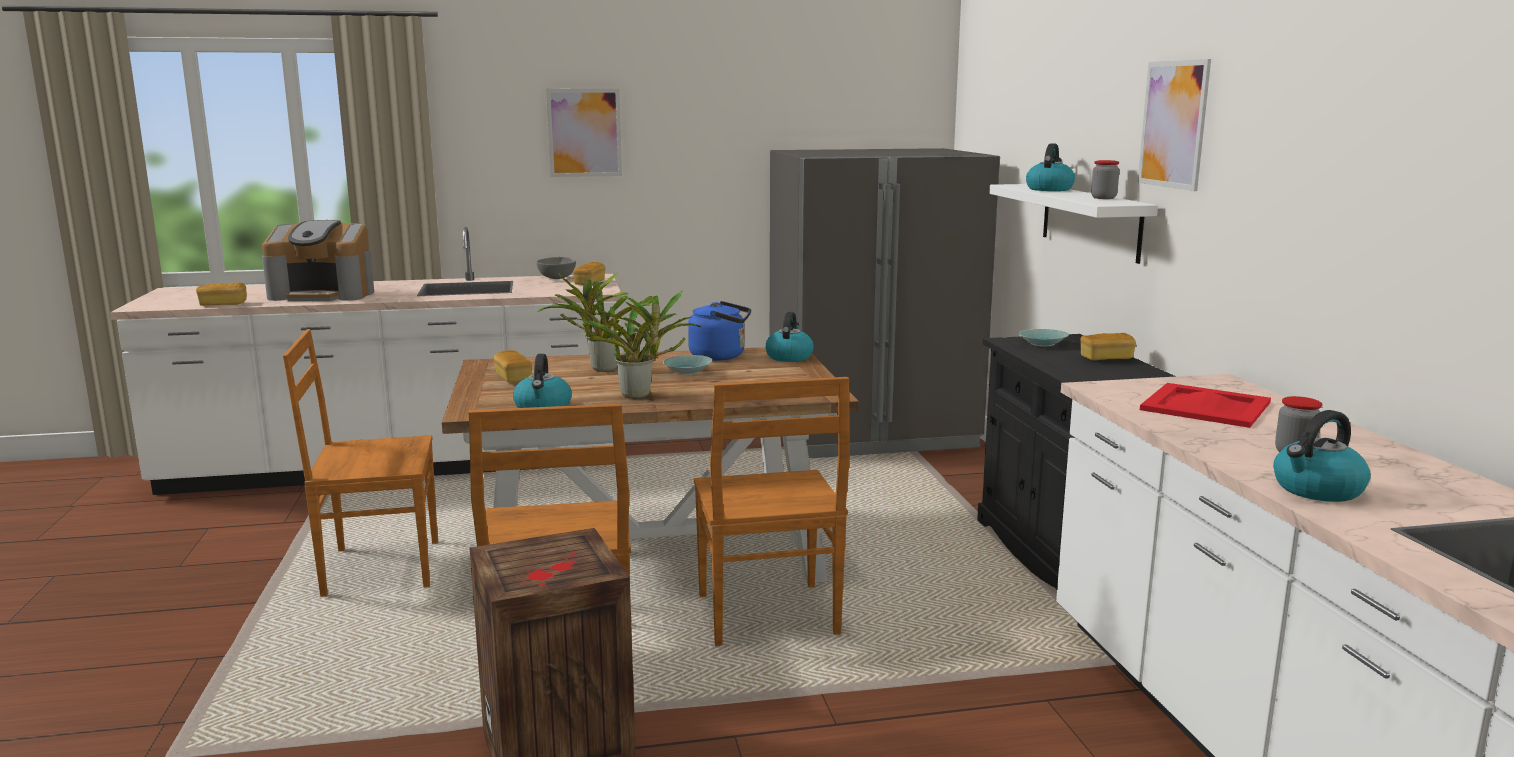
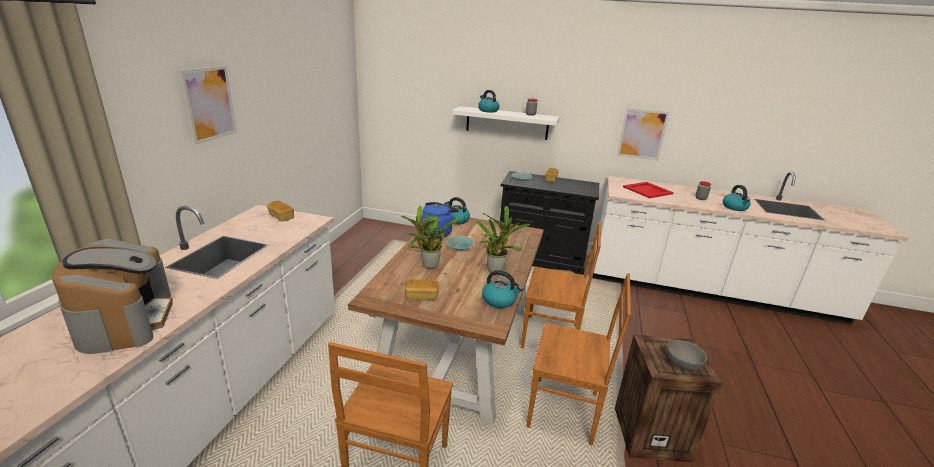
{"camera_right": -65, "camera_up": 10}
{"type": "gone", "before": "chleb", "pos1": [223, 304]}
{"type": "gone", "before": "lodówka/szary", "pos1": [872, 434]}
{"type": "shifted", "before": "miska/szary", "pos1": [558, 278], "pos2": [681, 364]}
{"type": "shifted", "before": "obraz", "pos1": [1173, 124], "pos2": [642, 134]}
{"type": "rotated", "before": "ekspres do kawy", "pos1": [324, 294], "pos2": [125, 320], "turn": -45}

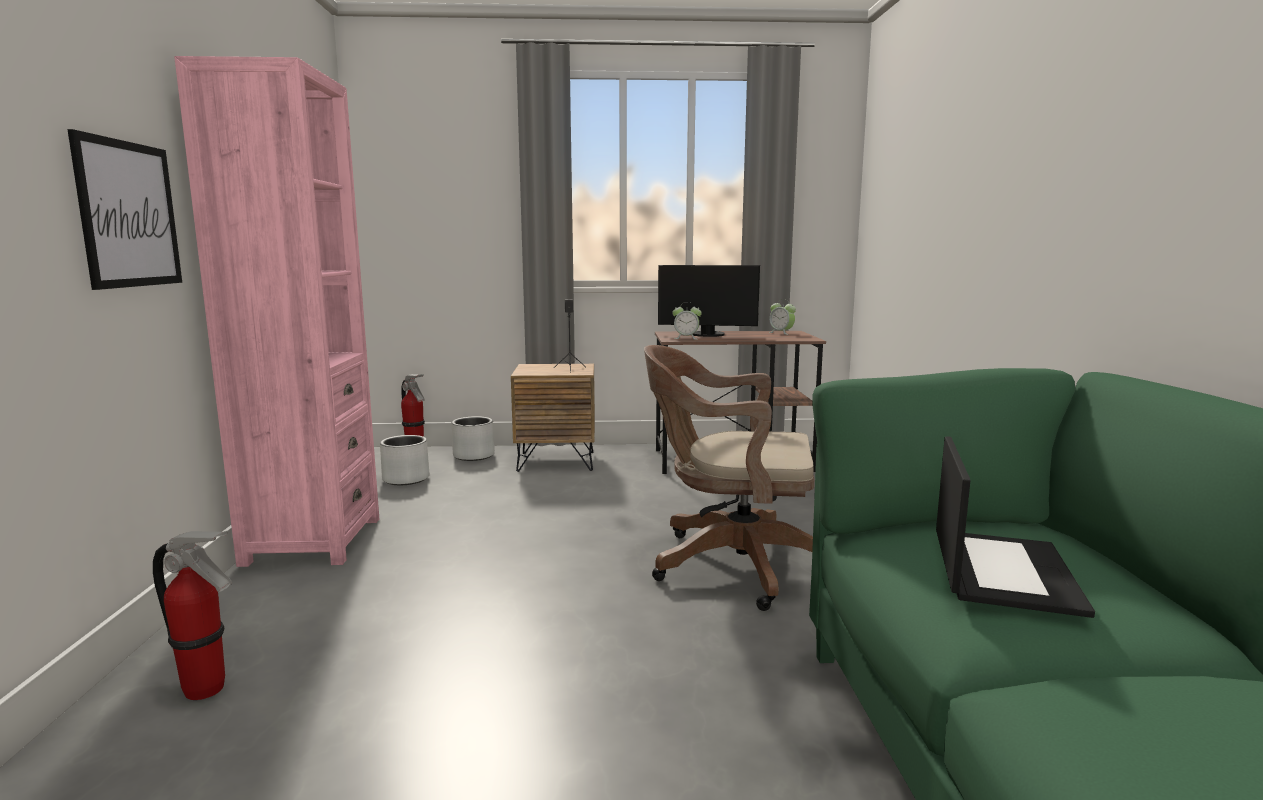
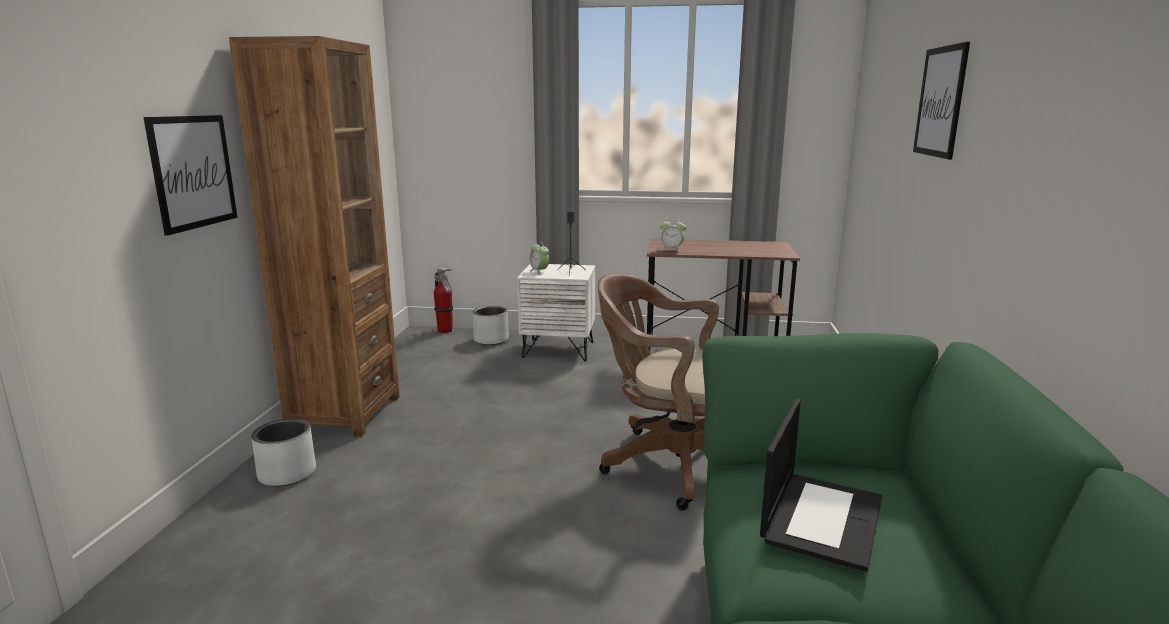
{"camera_right": 10, "camera_up": 5}
{"type": "gone", "before": "gaśnica", "pos1": [206, 690]}
{"type": "gone", "before": "monitor", "pos1": [707, 335]}
{"type": "new", "after": "obraz", "pos2": [940, 101]}
{"type": "shifted", "before": "donica/szary", "pos1": [405, 479], "pos2": [287, 474]}
{"type": "shifted", "before": "budzik", "pos1": [781, 333], "pos2": [539, 271]}
{"type": "repainted", "before": "regał/różowy", "after": "regał/brązowy", "pos1": [313, 541], "pos2": [344, 413]}
{"type": "repainted", "before": "szafka nocna/brązowy", "after": "szafka nocna/biały", "pos1": [556, 461], "pos2": [558, 350]}

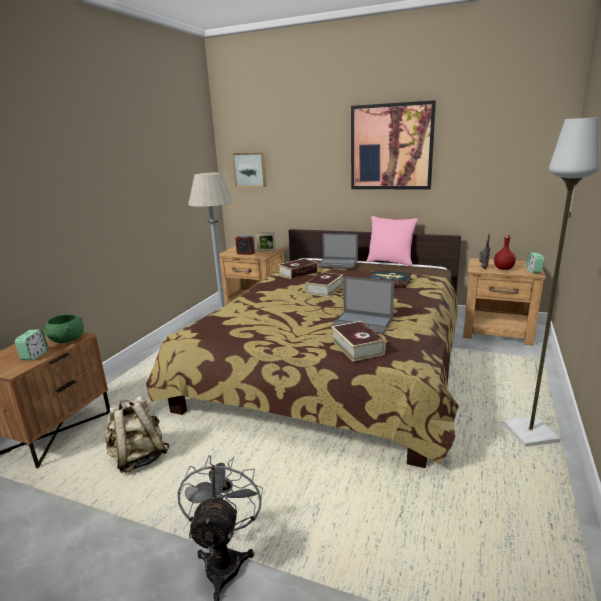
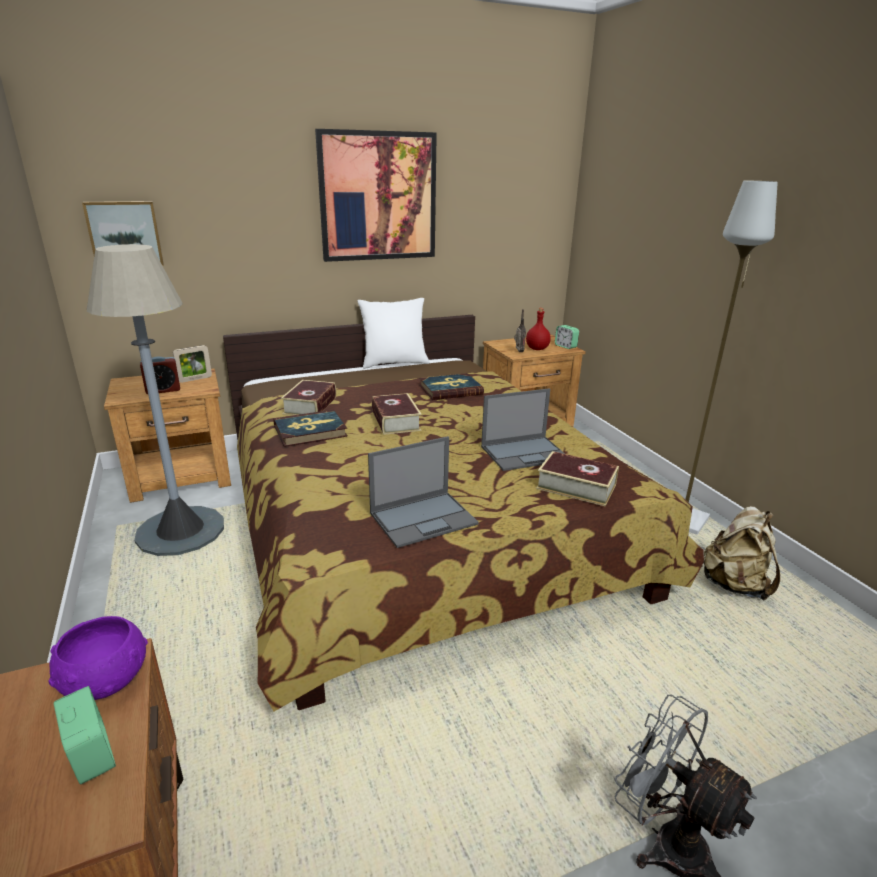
{"camera_right": -45, "camera_up": 5}
{"type": "new", "after": "książka", "pos2": [310, 431]}
{"type": "shifted", "before": "plecak/beżowy", "pos1": [138, 458], "pos2": [734, 584]}
{"type": "shifted", "before": "laptop", "pos1": [338, 263], "pos2": [424, 518]}
{"type": "repainted", "before": "miska/zielony", "after": "miska/fioletowy", "pos1": [67, 339], "pos2": [104, 681]}
{"type": "repainted", "before": "poduszka/różowy", "after": "poduszka/biały", "pos1": [390, 262], "pos2": [394, 363]}

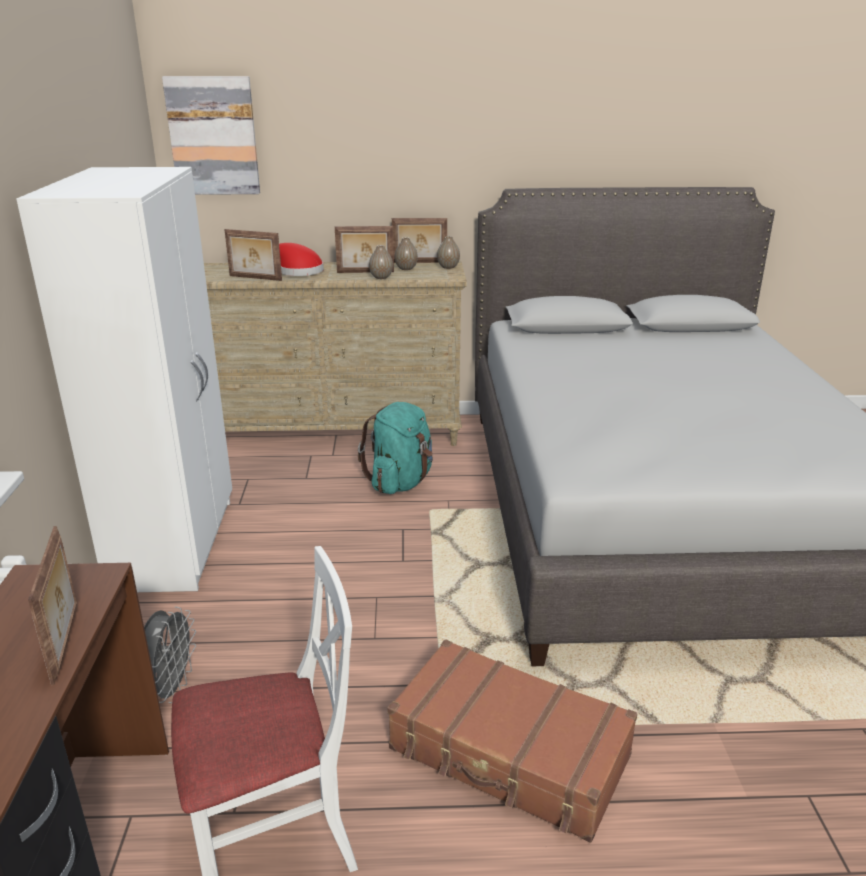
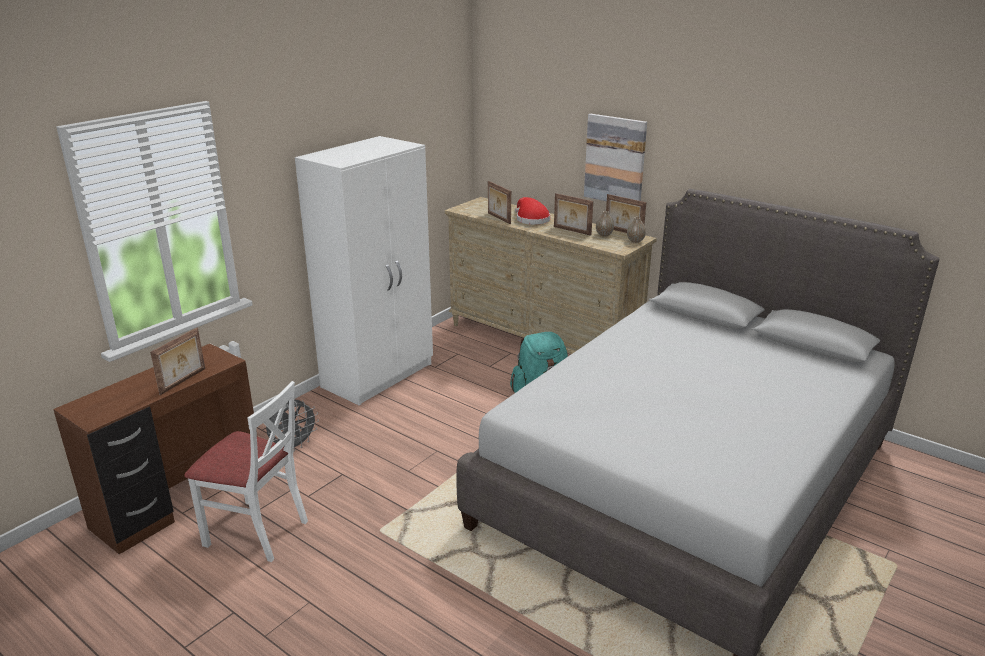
{"camera_right": 40, "camera_up": 0}
{"type": "gone", "before": "wazon", "pos1": [381, 277]}
{"type": "gone", "before": "walizka/brązowy", "pos1": [509, 754]}
{"type": "shifted", "before": "obraz", "pos1": [213, 136], "pos2": [615, 160]}

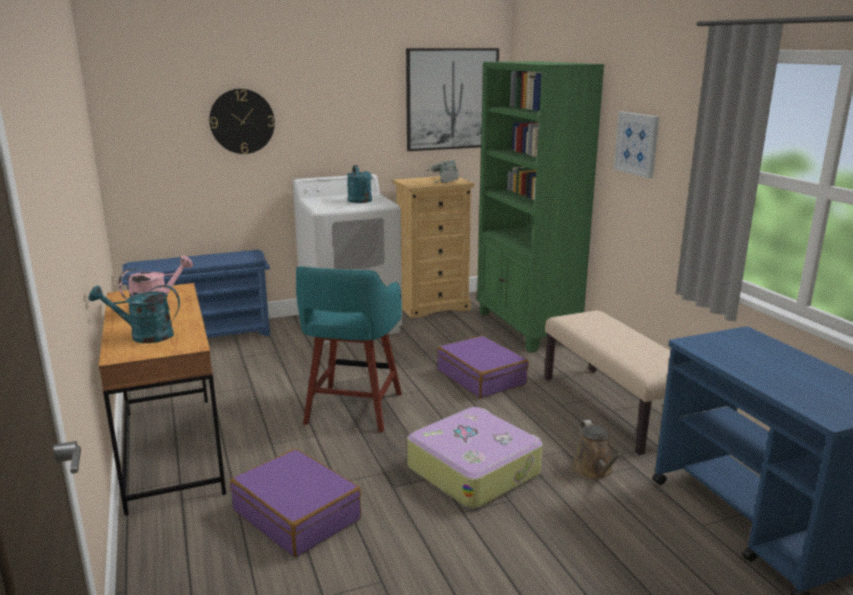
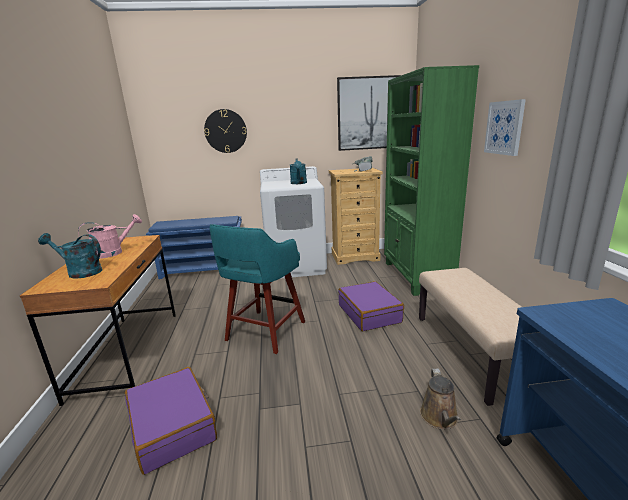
{"camera_right": 15, "camera_up": 0}
{"type": "gone", "before": "walizka", "pos1": [474, 470]}

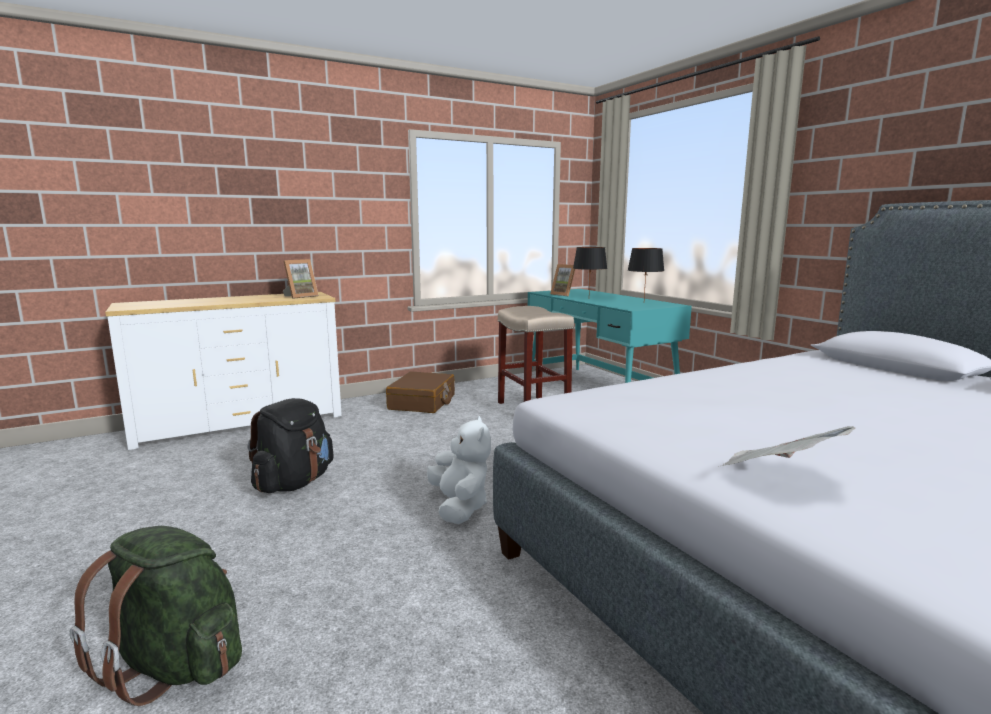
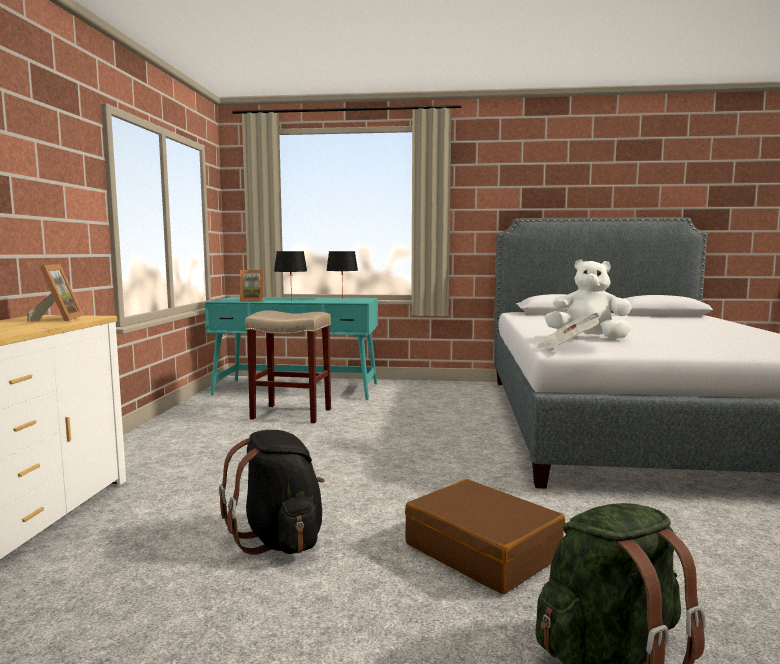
{"camera_right": -55, "camera_up": -5}
{"type": "shifted", "before": "walizka/brązowy", "pos1": [422, 402], "pos2": [483, 551]}
{"type": "shifted", "before": "pluszak/biały", "pos1": [459, 507], "pos2": [588, 337]}
{"type": "shifted", "before": "gazeta", "pos1": [777, 476], "pos2": [566, 348]}

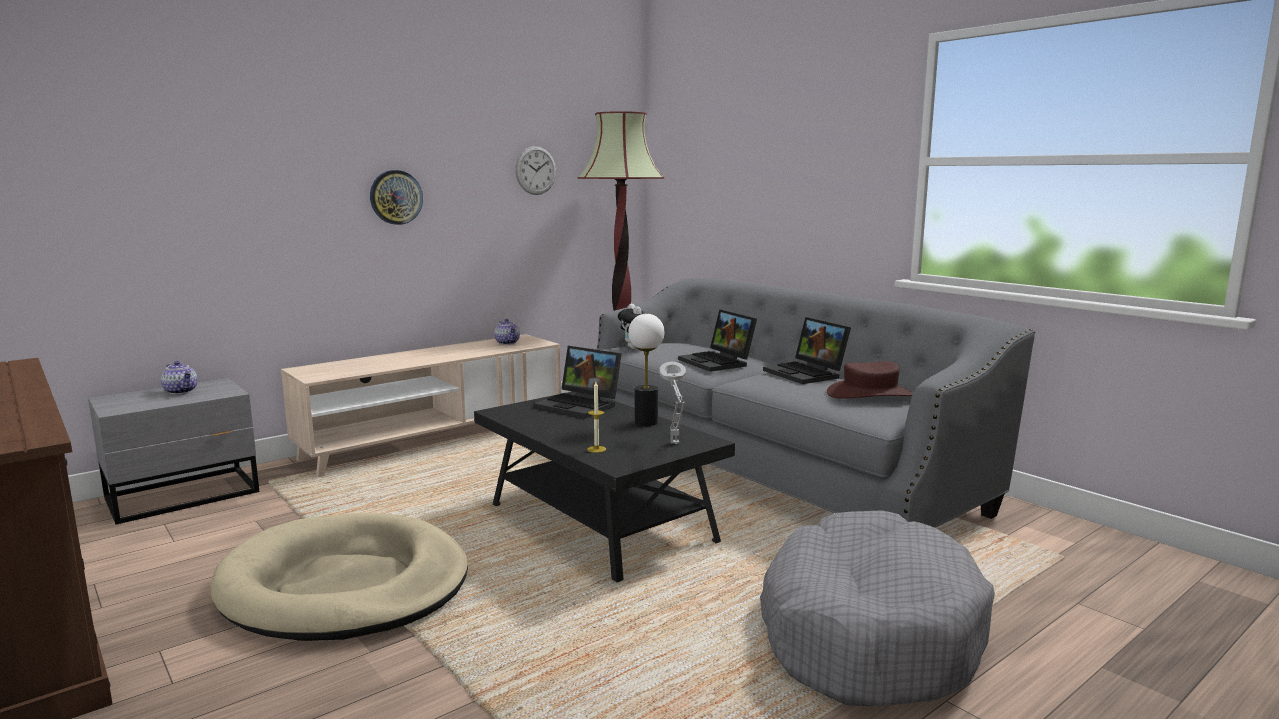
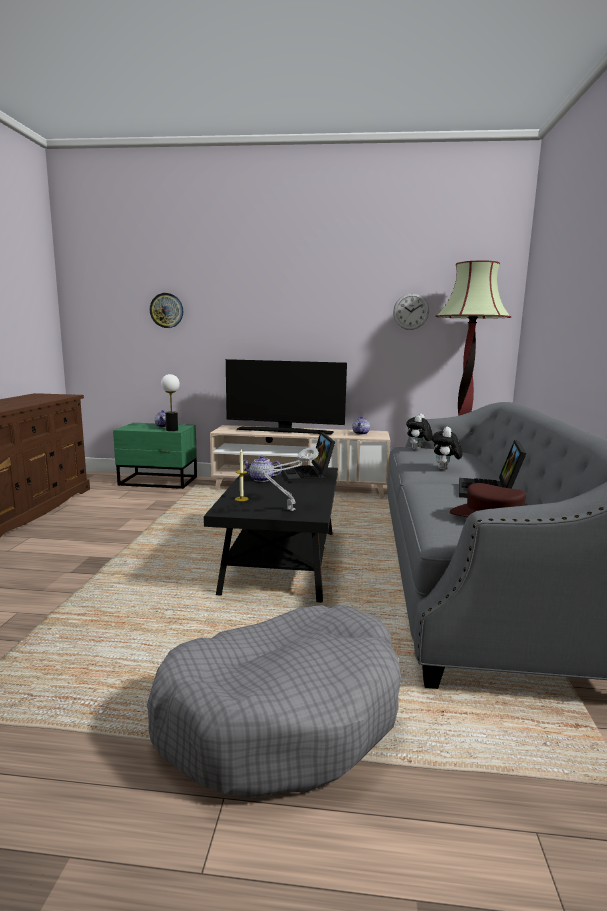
{"camera_right": 45, "camera_up": 0}
{"type": "gone", "before": "legowisko/beżowy", "pos1": [345, 585]}
{"type": "new", "after": "telewizor", "pos2": [285, 431]}
{"type": "new", "after": "imbryk", "pos2": [261, 479]}
{"type": "shifted", "before": "zegar ścienny", "pos1": [396, 197], "pos2": [166, 310]}
{"type": "shifted", "before": "lampa stołowa", "pos1": [646, 422], "pos2": [172, 430]}
{"type": "swapped", "before": "laptop", "after": "pluszak", "pos1": [718, 362], "pos2": [444, 469]}
{"type": "repainted", "before": "szafka nocna/szary", "after": "szafka nocna/zielony", "pos1": [185, 495], "pos2": [159, 481]}

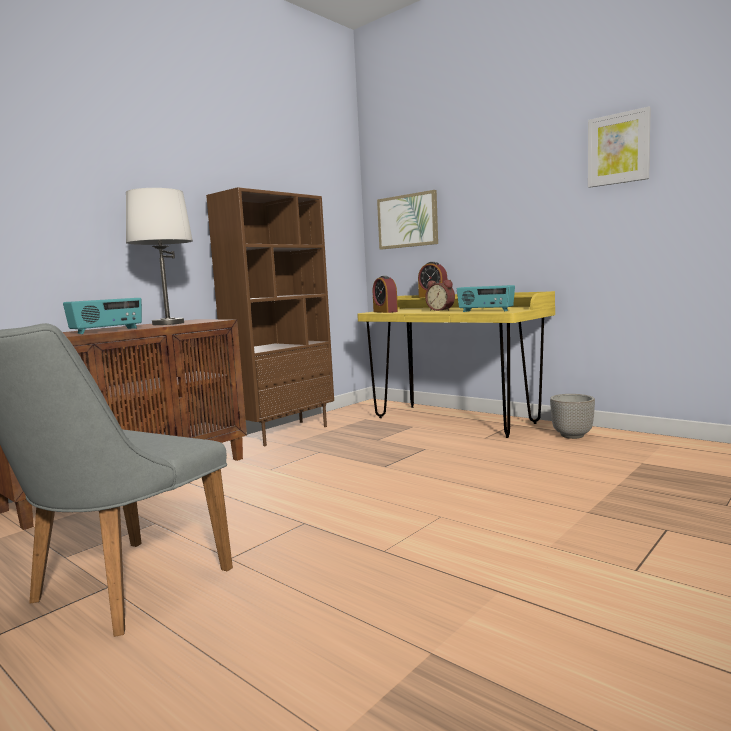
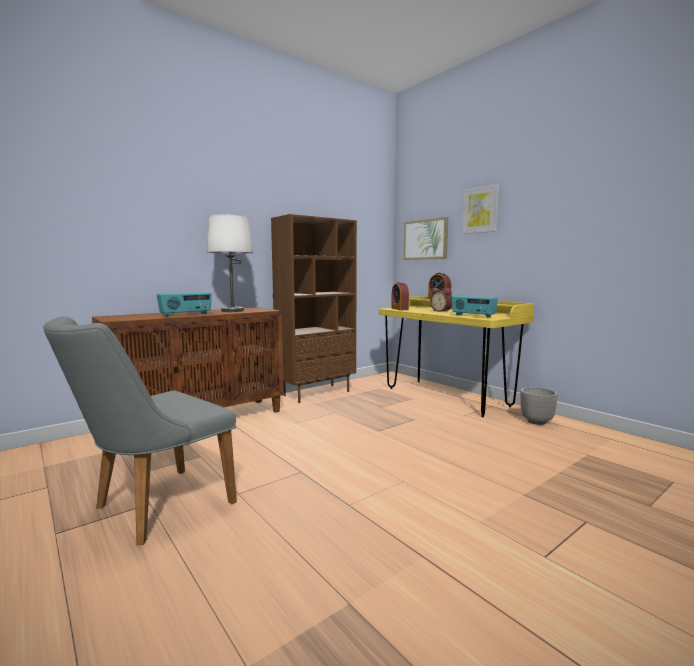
{"camera_right": 10, "camera_up": 0}
{"type": "shifted", "before": "obraz", "pos1": [618, 149], "pos2": [480, 210]}

